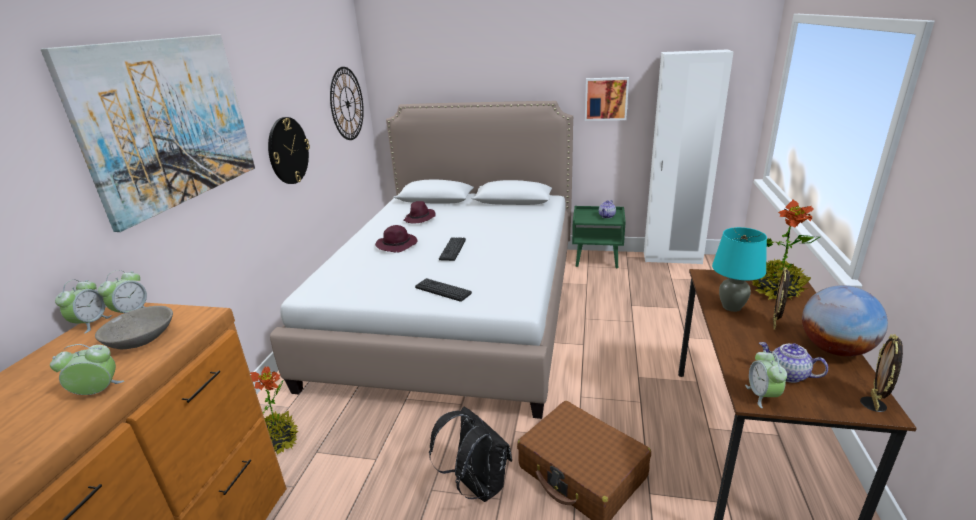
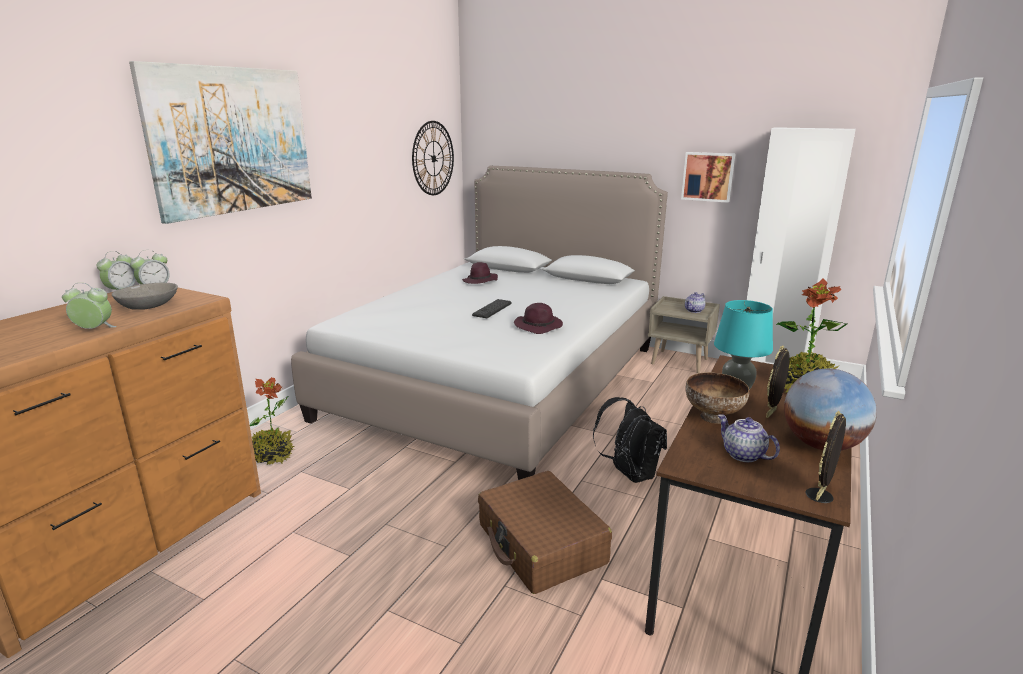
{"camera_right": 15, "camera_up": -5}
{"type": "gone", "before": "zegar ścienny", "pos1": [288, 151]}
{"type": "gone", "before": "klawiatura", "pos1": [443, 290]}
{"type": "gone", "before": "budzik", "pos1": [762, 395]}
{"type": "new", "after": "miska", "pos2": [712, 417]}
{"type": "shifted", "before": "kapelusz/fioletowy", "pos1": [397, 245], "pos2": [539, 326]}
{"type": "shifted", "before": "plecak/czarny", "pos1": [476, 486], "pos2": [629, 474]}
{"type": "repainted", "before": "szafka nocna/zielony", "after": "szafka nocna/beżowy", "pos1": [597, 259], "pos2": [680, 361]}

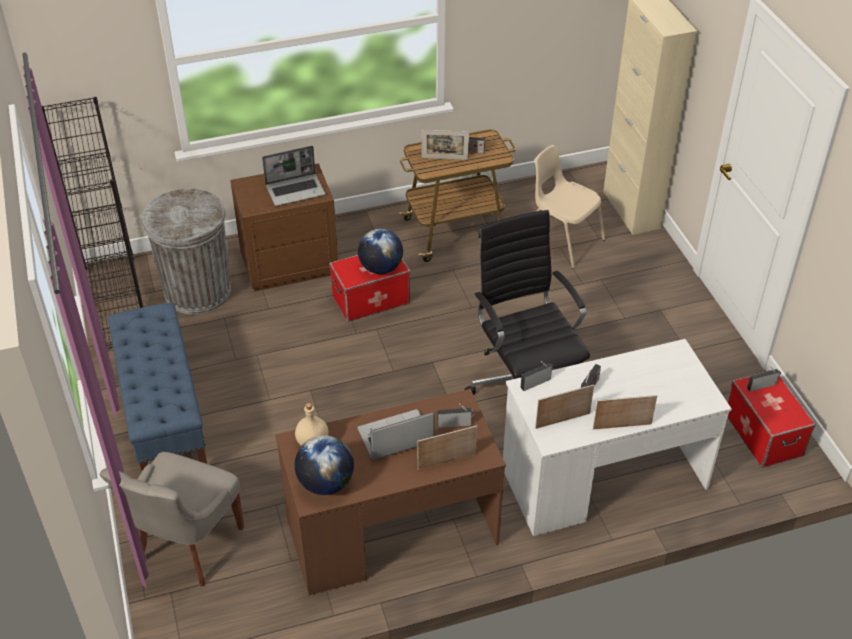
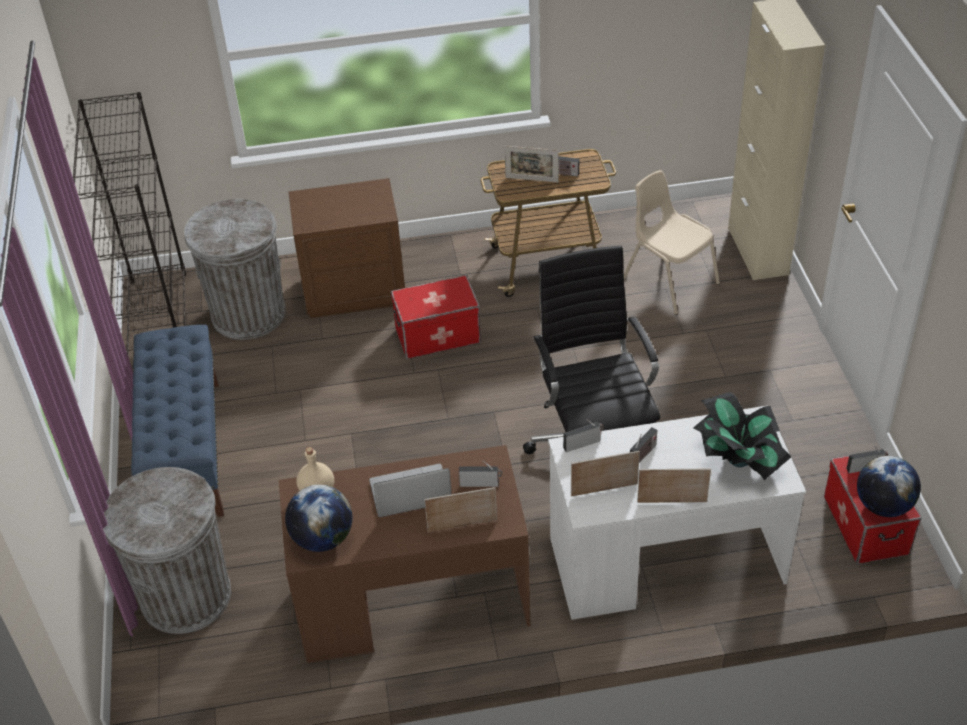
{"camera_right": 10, "camera_up": 0}
{"type": "gone", "before": "laptop", "pos1": [296, 190]}
{"type": "new", "after": "roślina doniczkowa", "pos2": [738, 459]}
{"type": "shifted", "before": "globus", "pos1": [381, 268], "pos2": [883, 506]}
{"type": "swapped", "before": "krzesło/szary", "after": "kosz na śmieci/szary", "pos1": [187, 546], "pos2": [185, 596]}

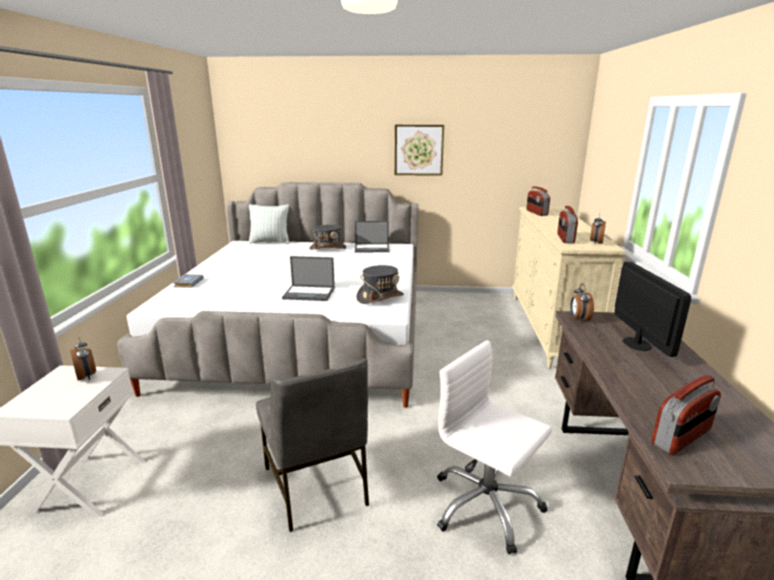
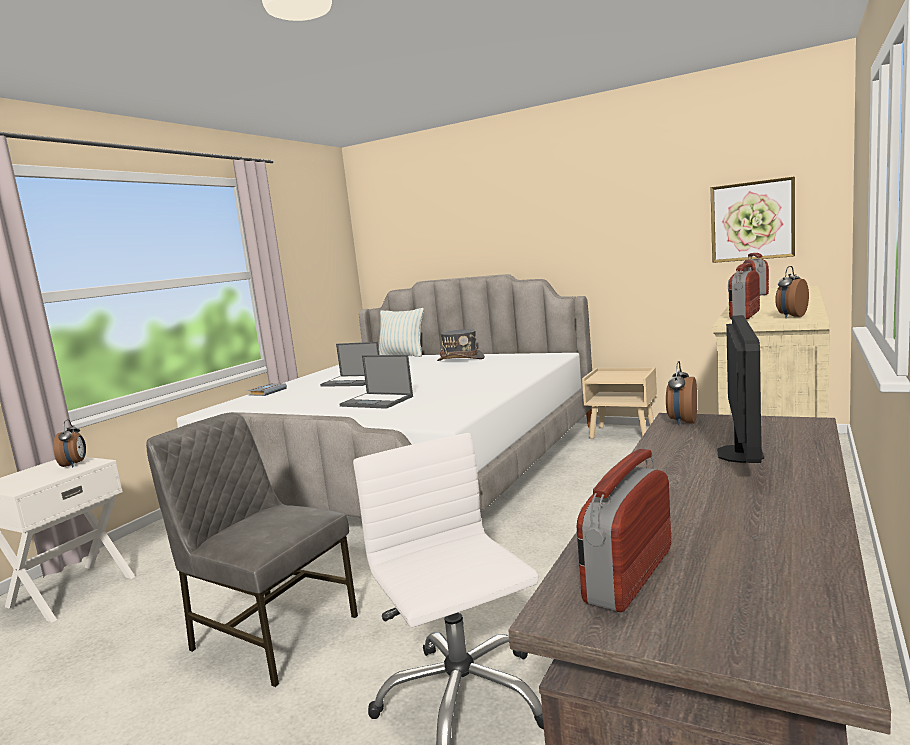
{"camera_right": 25, "camera_up": -10}
{"type": "gone", "before": "kapelusz/szary", "pos1": [380, 297]}
{"type": "new", "after": "szafka nocna/beżowy", "pos2": [623, 434]}
{"type": "shifted", "before": "laptop", "pos1": [372, 248], "pos2": [352, 381]}
{"type": "shifted", "before": "obraz", "pos1": [418, 150], "pos2": [752, 221]}
{"type": "rotated", "before": "krzesło/szary", "pos1": [317, 486], "pos2": [271, 633], "turn": 120}
{"type": "rotated", "before": "radio", "pos1": [682, 437], "pos2": [628, 575], "turn": 135}

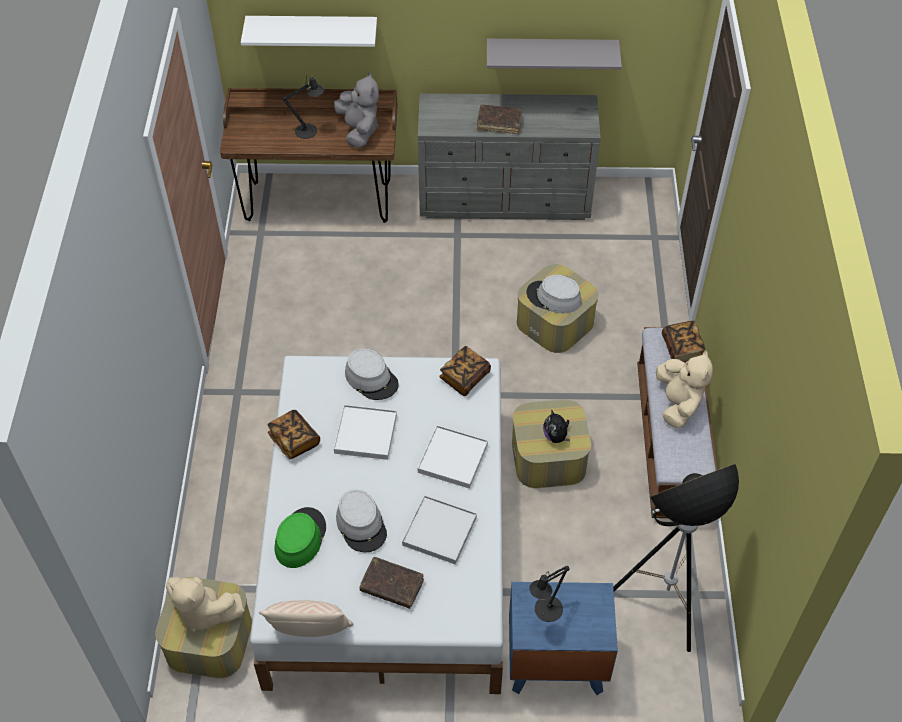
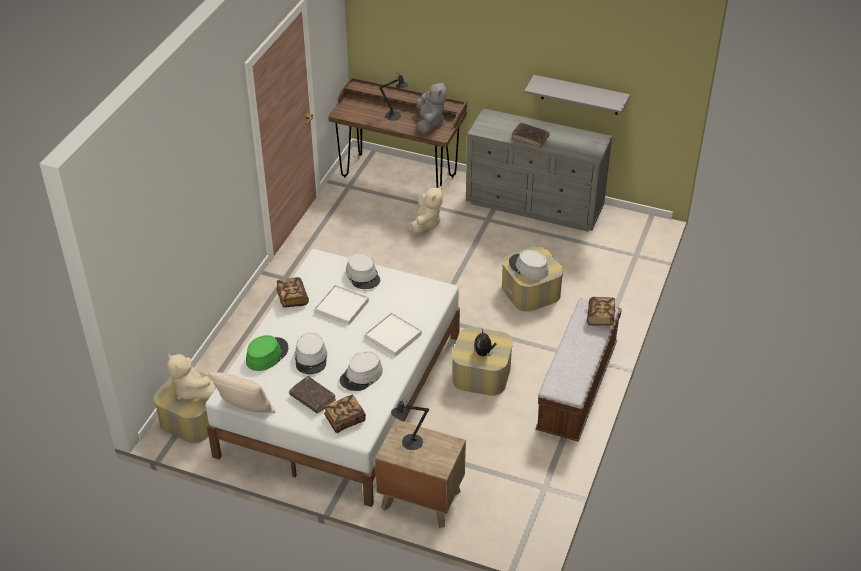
{"camera_right": 20, "camera_up": -10}
{"type": "gone", "before": "półka/biały", "pos1": [312, 30]}
{"type": "gone", "before": "lampa stojąca", "pos1": [663, 605]}
{"type": "shifted", "before": "książka", "pos1": [464, 377], "pos2": [345, 419]}
{"type": "shifted", "before": "pluszak/beżowy", "pos1": [678, 404], "pos2": [426, 224]}
{"type": "swapped", "before": "taca/biały", "after": "kapelusz/szary", "pos1": [439, 531], "pos2": [361, 376]}
{"type": "repainted", "before": "szafka nocna/niebieski", "after": "szafka nocna/brązowy", "pos1": [555, 662], "pos2": [420, 499]}

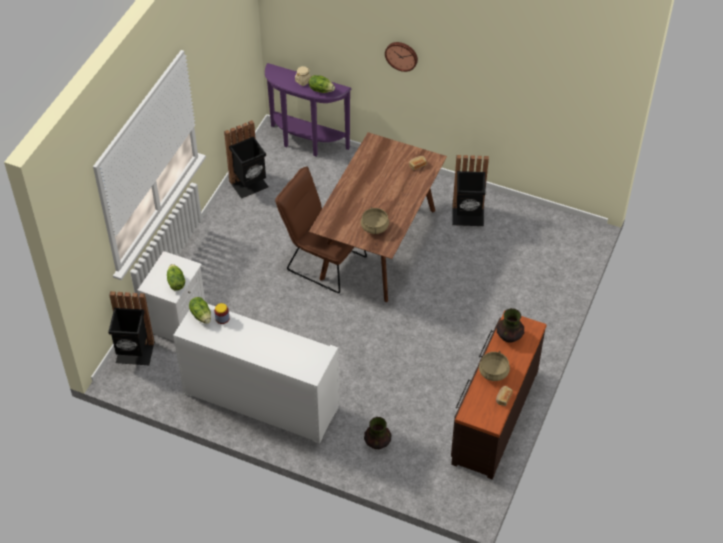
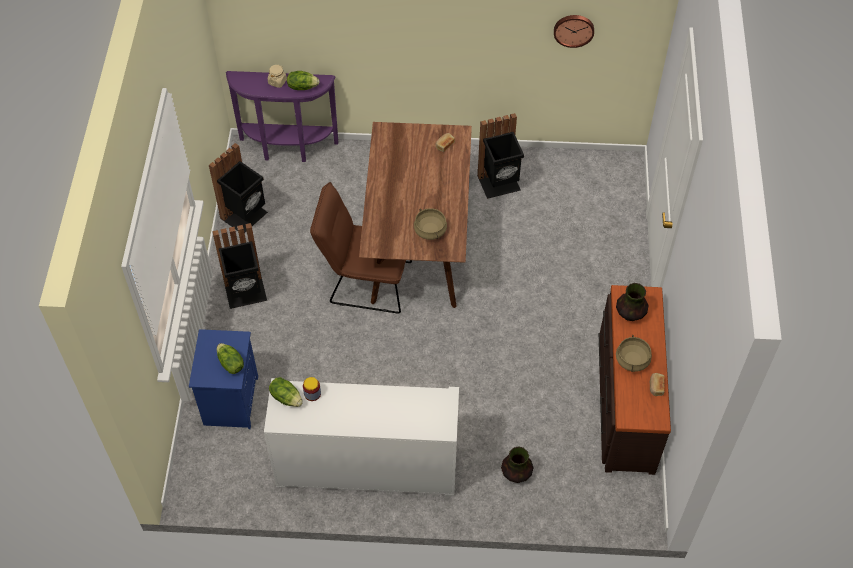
{"camera_right": -20, "camera_up": 5}
{"type": "shifted", "before": "kosz na śmieci/czarny", "pos1": [135, 354], "pos2": [246, 293]}
{"type": "shifted", "before": "zegar ścienny", "pos1": [401, 55], "pos2": [573, 29]}
{"type": "repainted", "before": "szafka nocna/biały", "after": "szafka nocna/niebieski", "pos1": [177, 319], "pos2": [230, 400]}

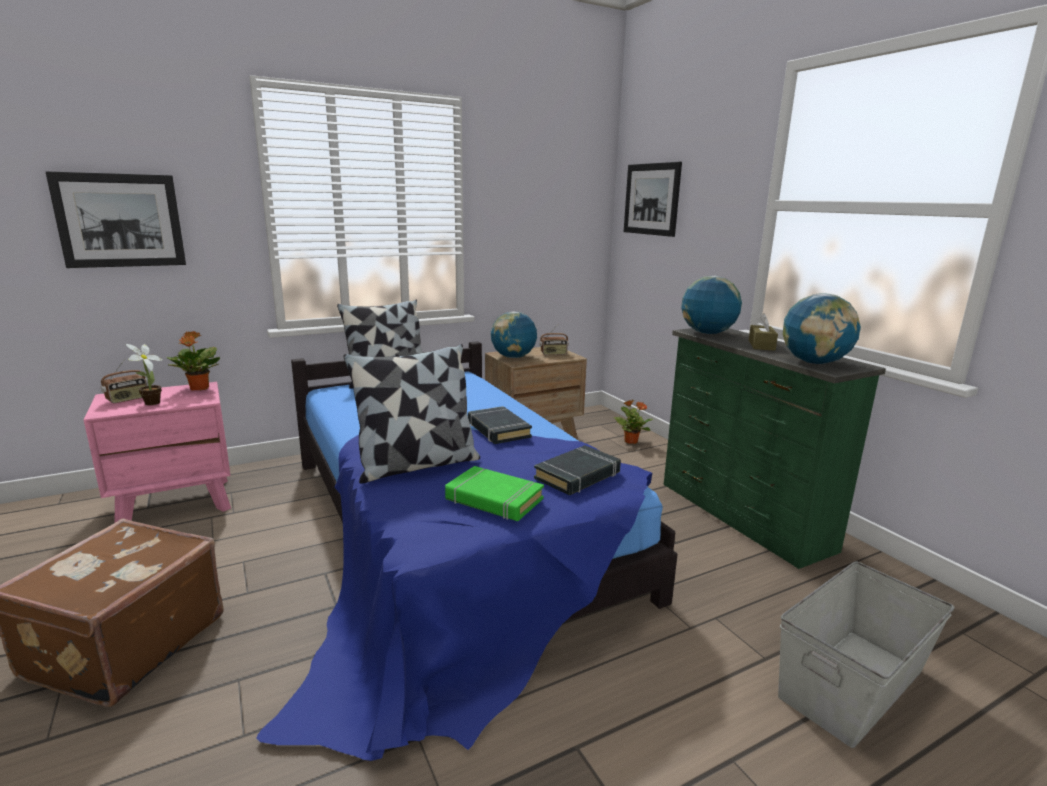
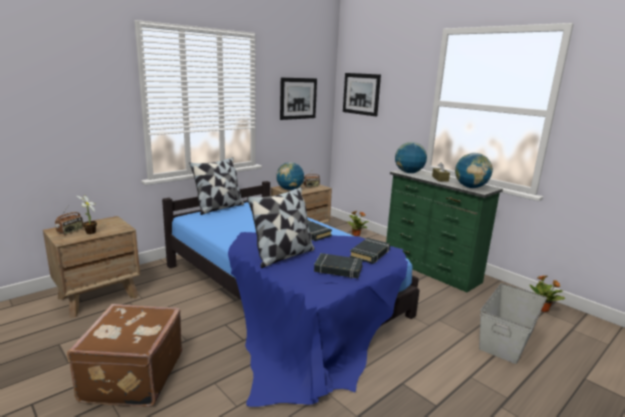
{"camera_right": -15, "camera_up": 0}
{"type": "shifted", "before": "obraz", "pos1": [120, 220], "pos2": [298, 98]}
{"type": "shifted", "before": "roślina doniczkowa", "pos1": [199, 388], "pos2": [543, 309]}
{"type": "repainted", "before": "szafka nocna/różowy", "after": "szafka nocna/brązowy", "pos1": [176, 503], "pos2": [99, 297]}
{"type": "repainted", "before": "książka/zielony", "after": "książka/czarny", "pos1": [493, 499], "pos2": [338, 269]}

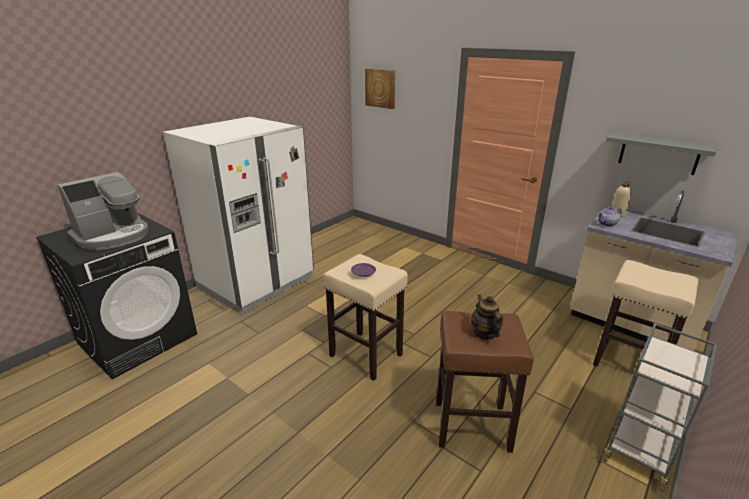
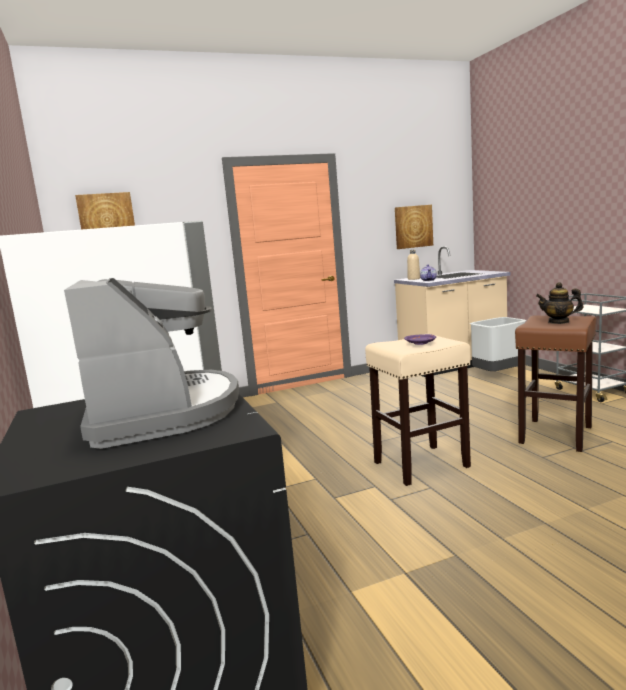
{"camera_right": -60, "camera_up": -15}
{"type": "swapped", "before": "stołek/beżowy", "after": "kosz na śmieci/szary", "pos1": [628, 363], "pos2": [498, 375]}
{"type": "swapped", "before": "półka/szary", "after": "obraz", "pos1": [658, 153], "pos2": [413, 226]}

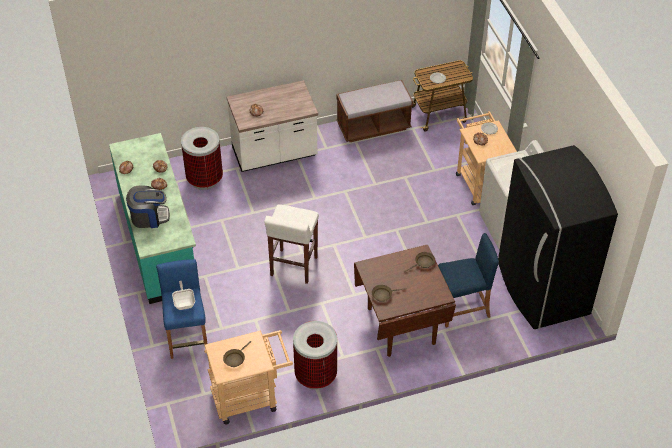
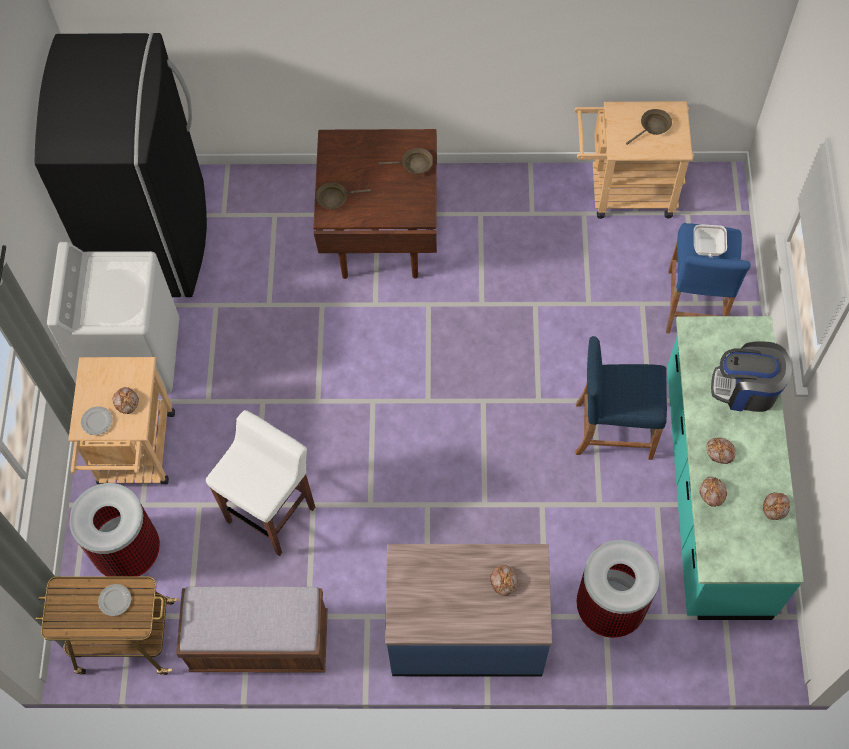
{"camera_right": -160, "camera_up": 15}
{"type": "shifted", "before": "stołek/biały", "pos1": [293, 267], "pos2": [272, 513]}
{"type": "shifted", "before": "kosz na śmieci", "pos1": [315, 375], "pos2": [128, 551]}
{"type": "shifted", "before": "stołek/niebieski", "pos1": [462, 308], "pos2": [614, 430]}
{"type": "repainted", "before": "zabudowa kuchenna/biały", "after": "zabudowa kuchenna/niebieski", "pos1": [274, 153], "pos2": [466, 631]}

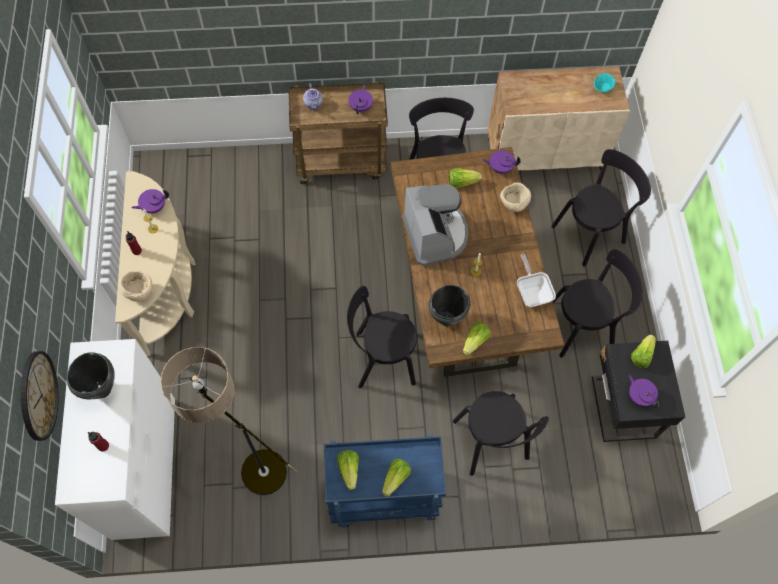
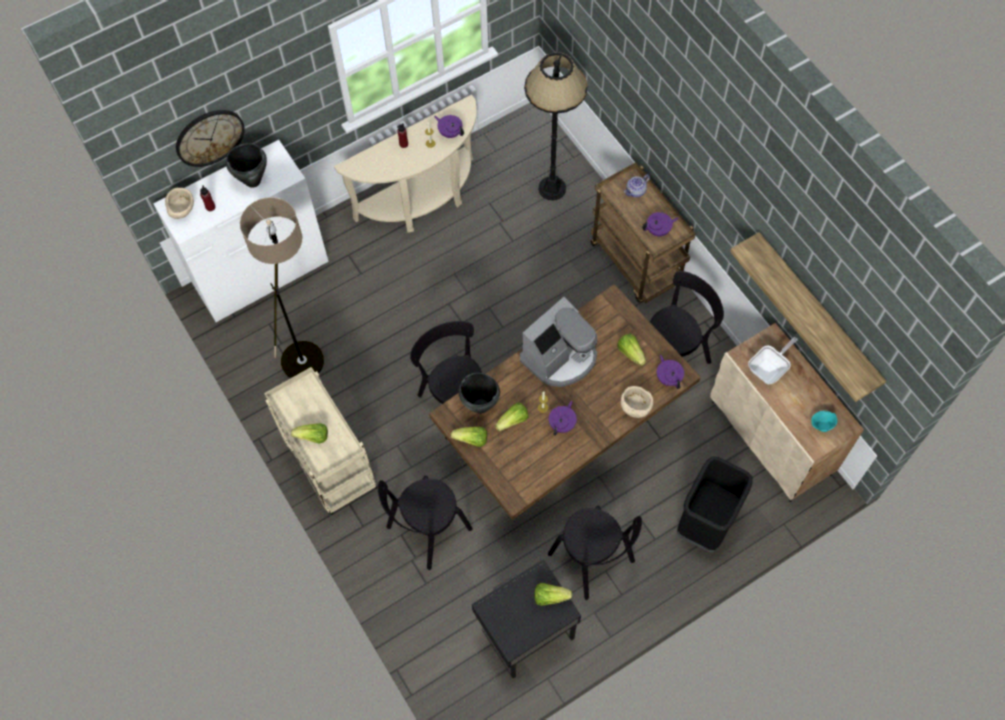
{"camera_right": 65, "camera_up": 0}
{"type": "new", "after": "lampa stojąca/czarny", "pos2": [552, 188]}
{"type": "new", "after": "półka", "pos2": [817, 312]}
{"type": "shifted", "before": "miska/beżowy", "pos1": [140, 291], "pos2": [183, 211]}
{"type": "shifted", "before": "sałata", "pos1": [349, 469], "pos2": [513, 421]}
{"type": "shifted", "before": "patelnia", "pos1": [532, 292], "pos2": [769, 369]}
{"type": "shifted", "before": "imbryk/fioletowy", "pos1": [639, 396], "pos2": [562, 424]}
{"type": "swapped", "before": "krzesło/czarny", "after": "kosz na śmieci/czarny", "pos1": [591, 232], "pos2": [706, 523]}
{"type": "repainted", "before": "wózek/niebieski", "after": "wózek/beżowy", "pos1": [382, 497], "pos2": [329, 464]}

